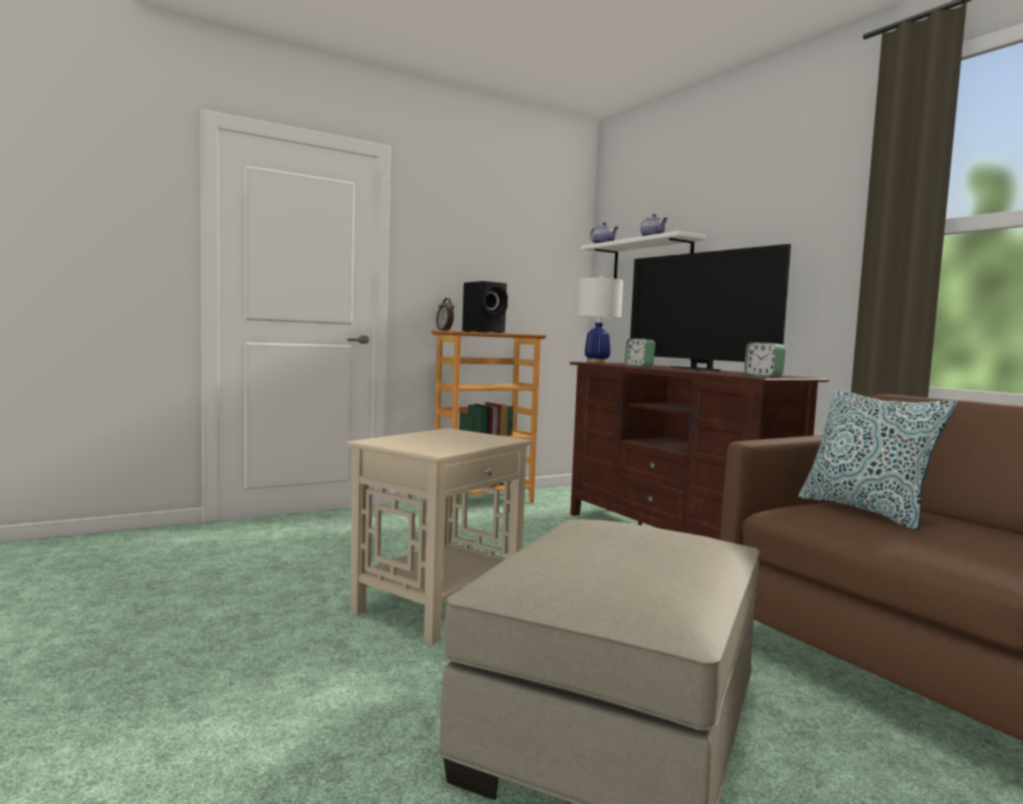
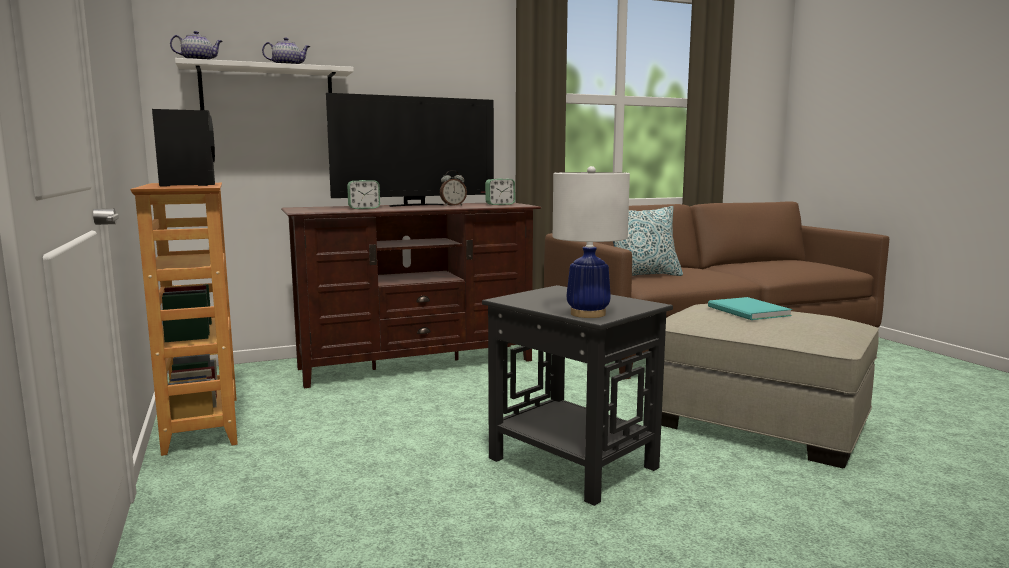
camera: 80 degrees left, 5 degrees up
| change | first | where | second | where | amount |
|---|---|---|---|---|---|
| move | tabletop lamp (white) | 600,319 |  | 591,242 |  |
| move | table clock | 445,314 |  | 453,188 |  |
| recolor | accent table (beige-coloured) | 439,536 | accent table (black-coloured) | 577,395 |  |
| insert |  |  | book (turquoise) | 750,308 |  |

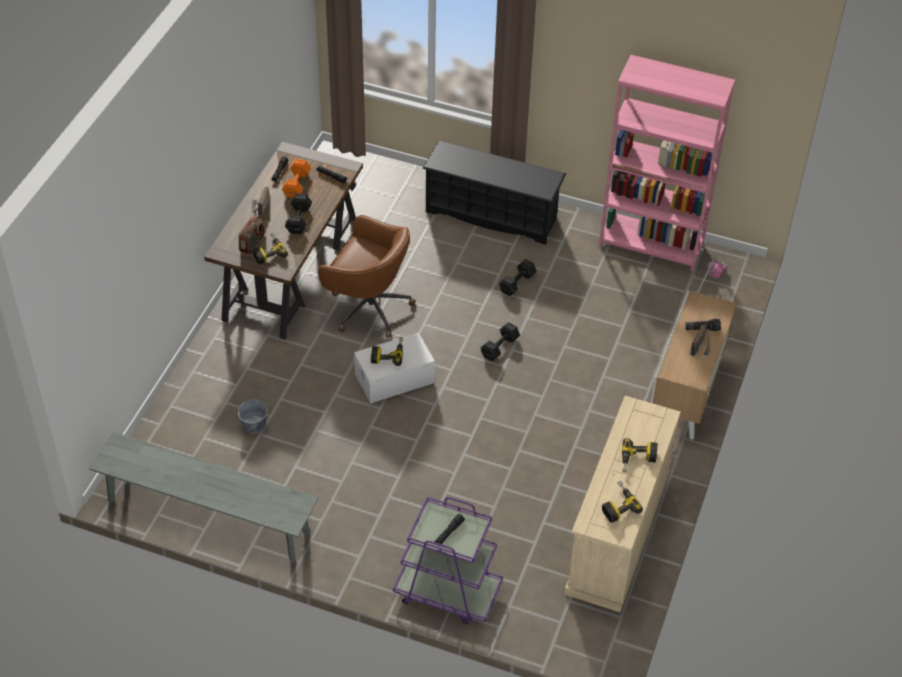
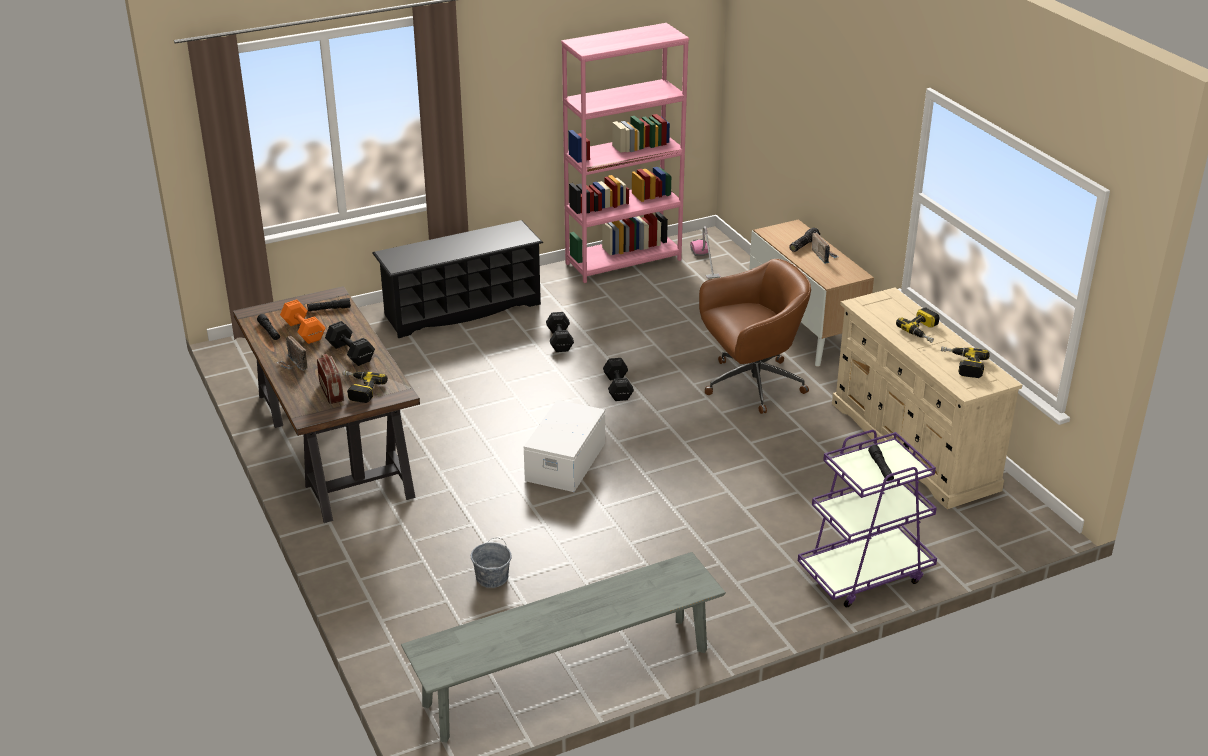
camera: 45 degrees left, 15 degrees down
| change | first | where | second | where | amount |
|---|---|---|---|---|---|
| move | office chair (brownish) | 367,276 |  | 755,336 |  |
| delete | electric drill | 387,351 |  |  |  |

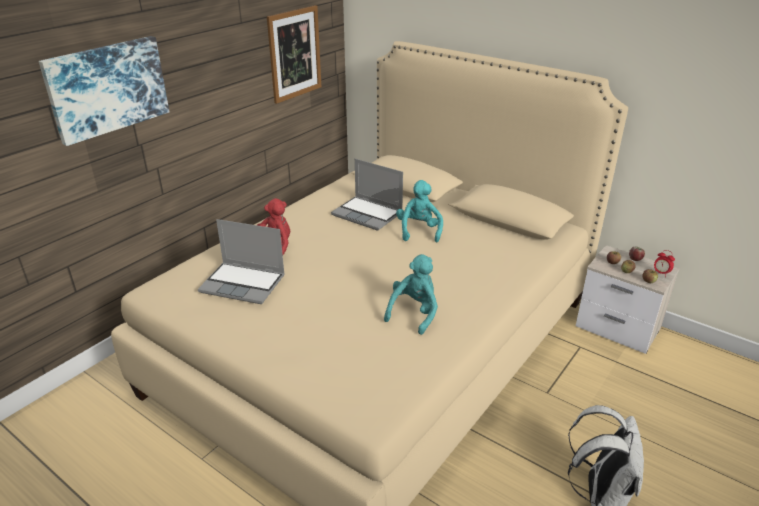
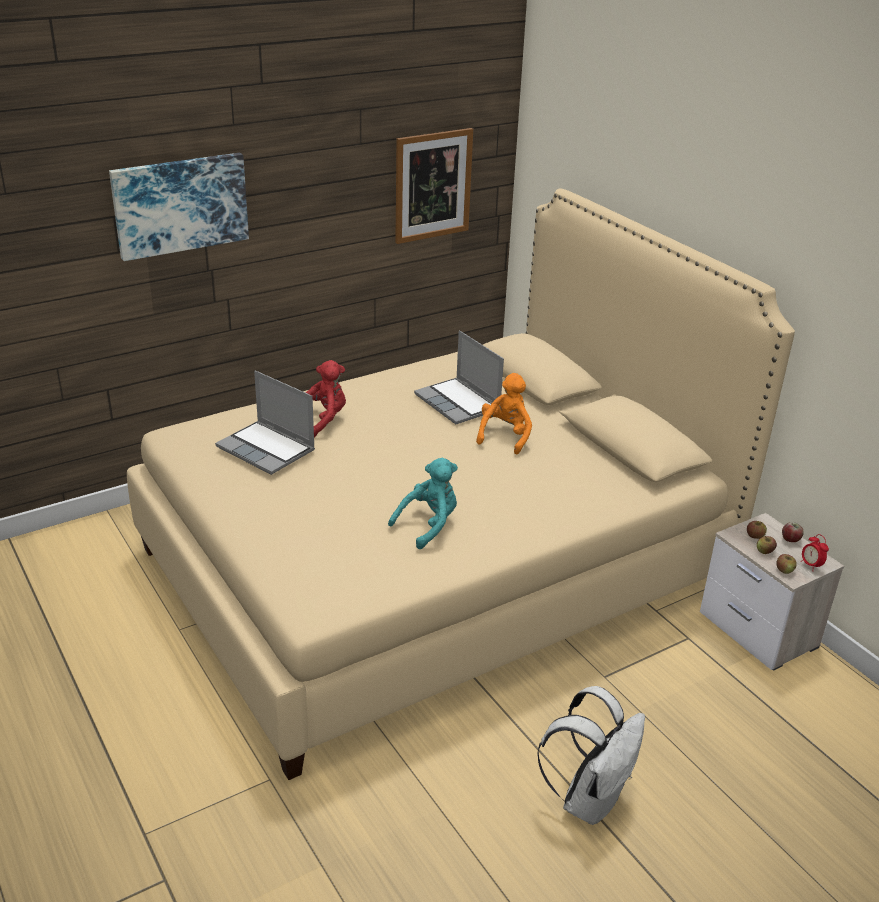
camera: 20 degrees right, 0 degrees up
| change | first | where | second | where | amount |
|---|---|---|---|---|---|
| recolor | cuddly toy (turquoise) | 419,211 | cuddly toy (orangey) | 504,414 |  |

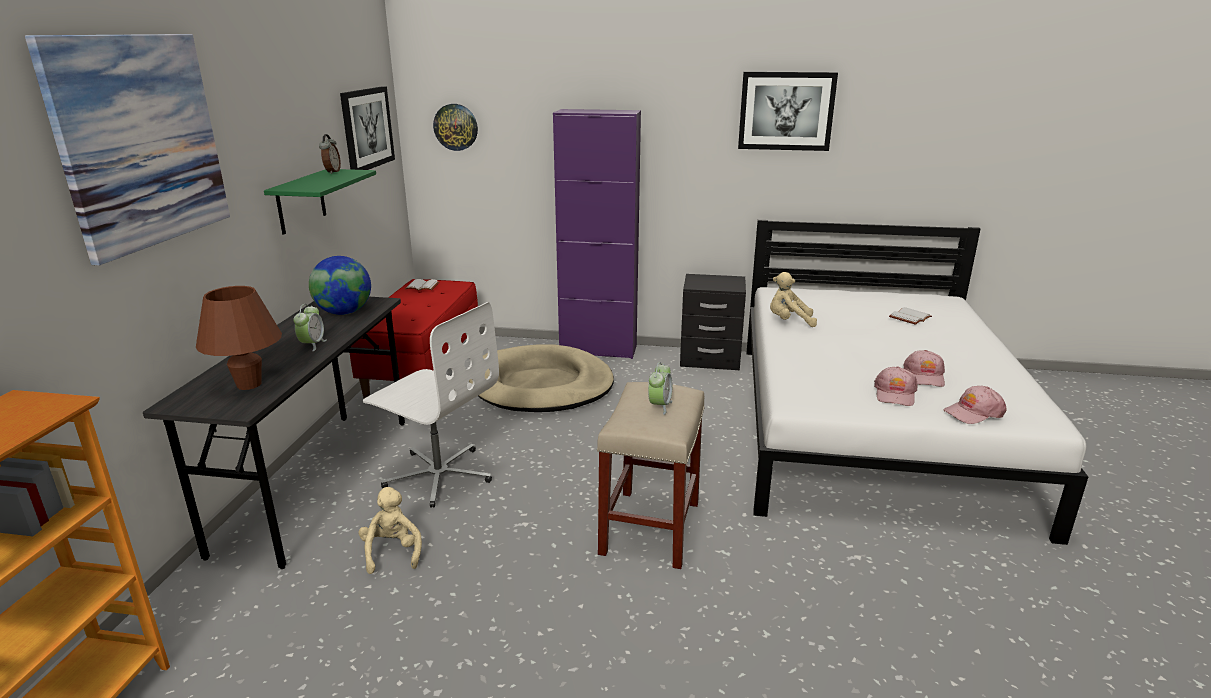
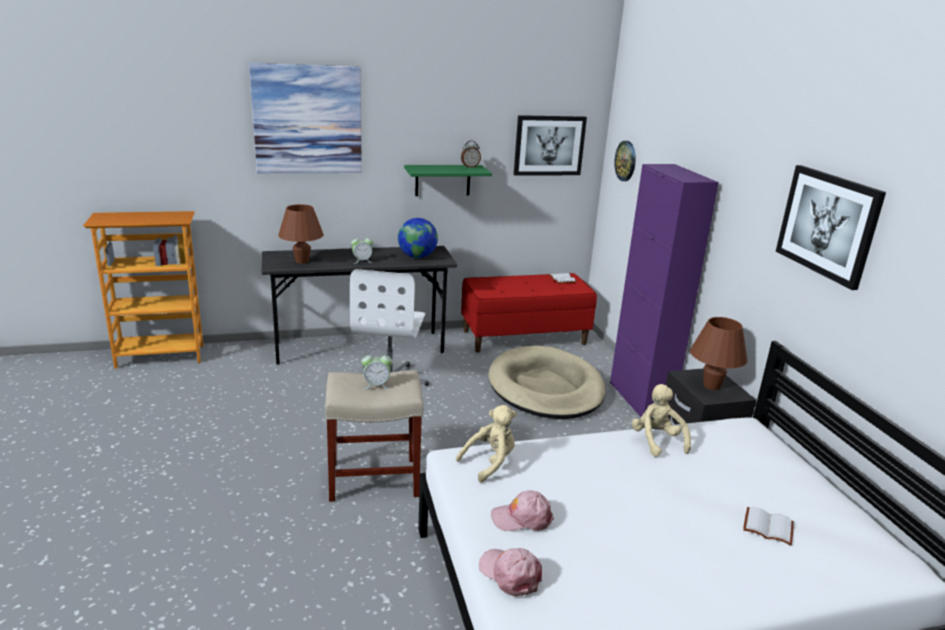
camera: 65 degrees right, 0 degrees up
| change | first | where | second | where | amount |
|---|---|---|---|---|---|
| delete | peaked cap (pinkish) | 924,368 |  |  |  |
| move | cuddly toy (beige-coloured) | 390,530 |  | 486,443 |  |
| insert |  |  | tabletop lamp (brownish) | 719,353 |  |

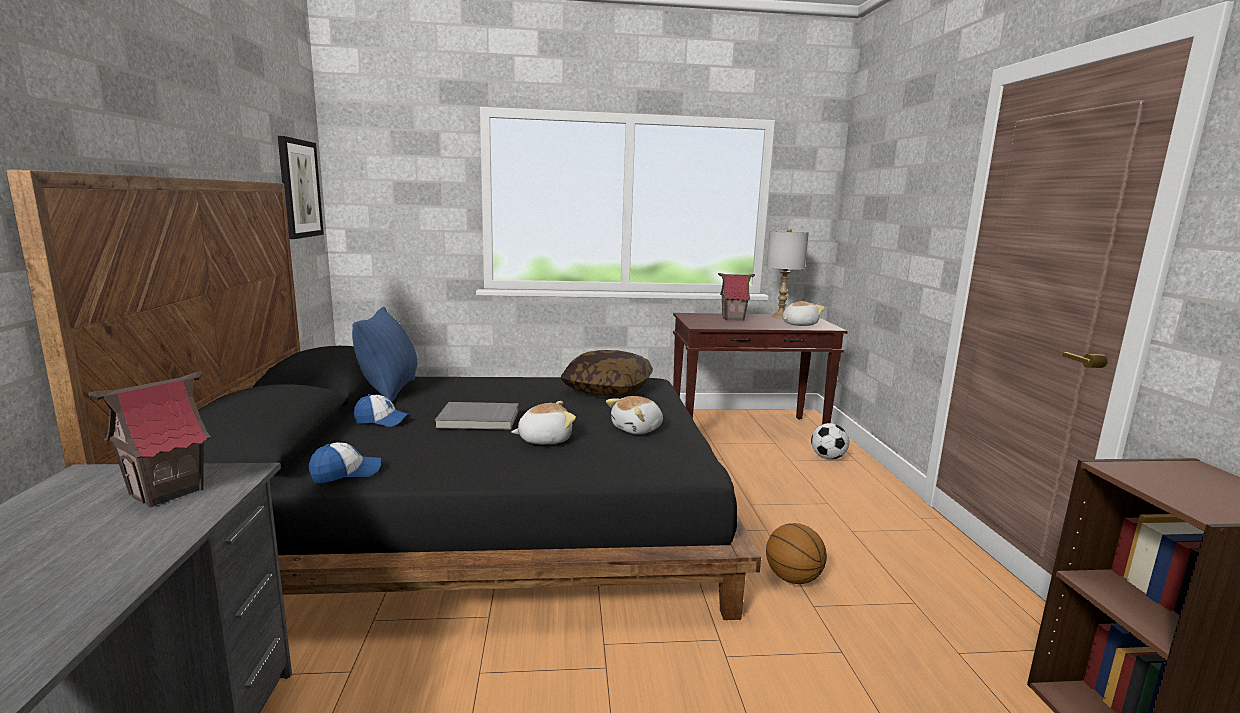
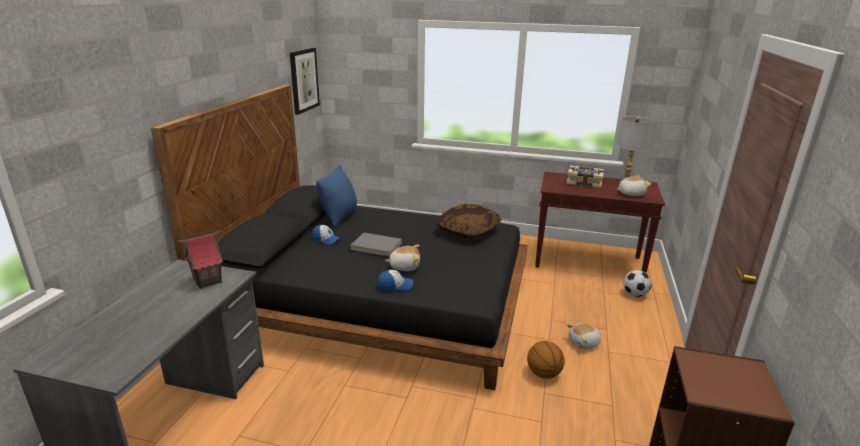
camera: 20 degrees right, 10 degrees up
| change | first | where | second | where | amount |
|---|---|---|---|---|---|
| replace | miniature house | 736,297 | book | 585,177 |  |
| move | cuddly toy | 634,415 |  | 583,336 |  |
| move | peaked cap | 345,463 |  | 395,280 |  |

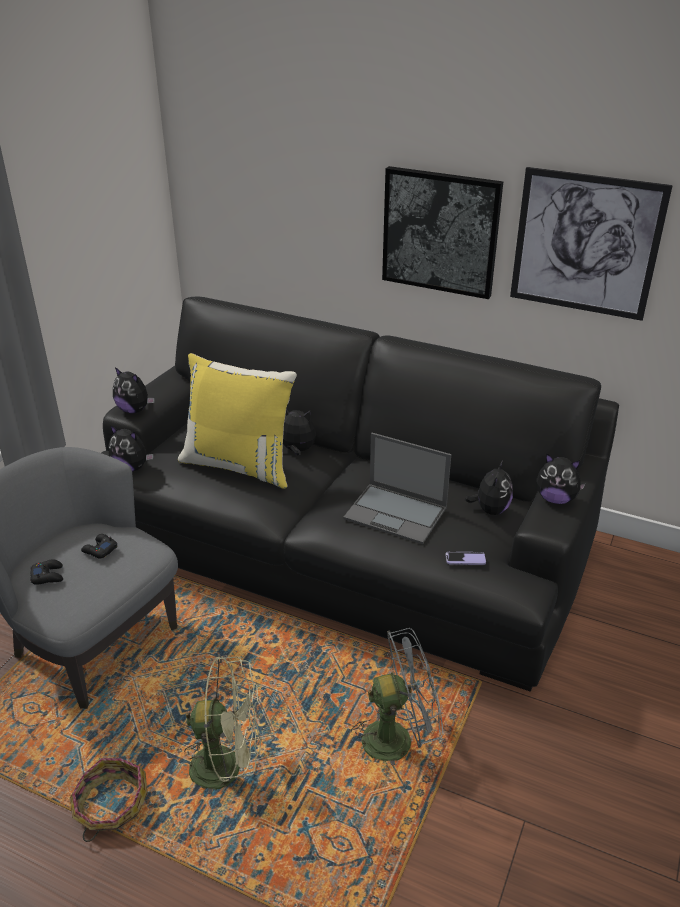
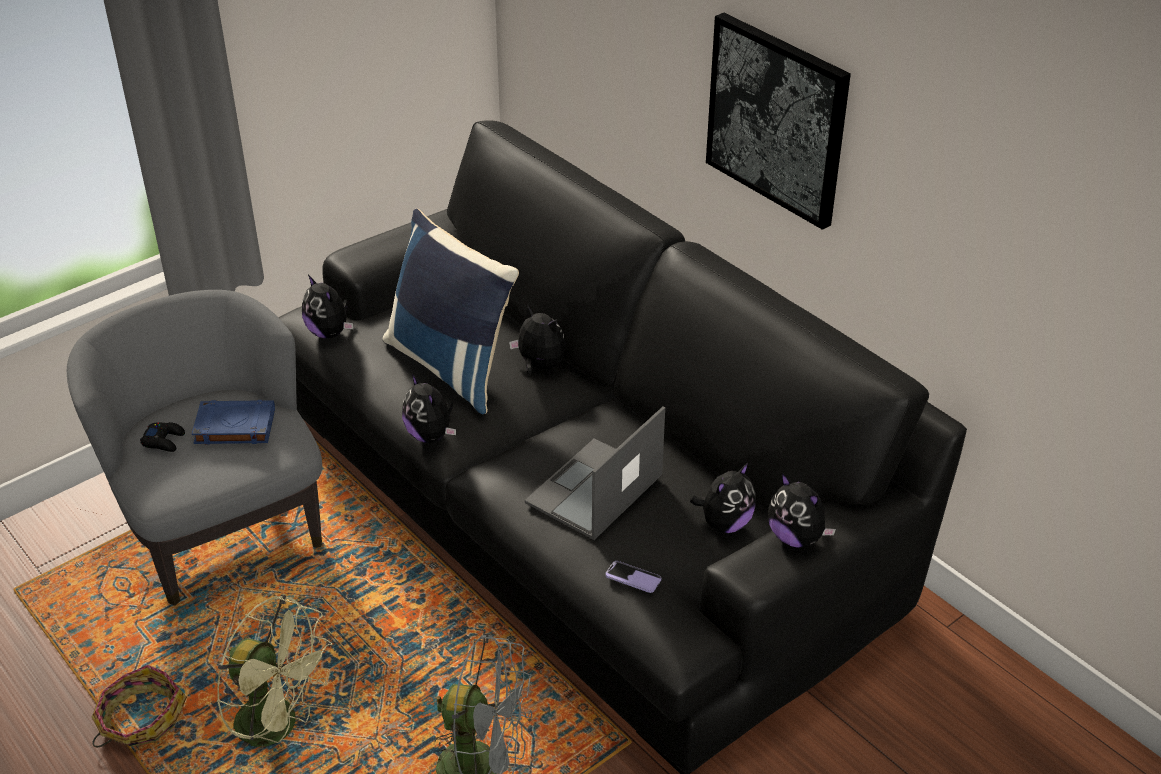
camera: 25 degrees right, 5 degrees up
| change | first | where | second | where | amount |
|---|---|---|---|---|---|
| delete | picture | 591,244 |  |  |  |
| recolor | pillow (yellow-coloured) | 237,421 | pillow (bluish) | 451,311 |  |
| move | cuddly toy | 134,390 |  | 429,408 |  |
| rotate | portable computer | 397,488 |  | 595,473 | 75 degrees clockwise |
| replace | gamepad (black-coloured) | 99,546 | book (bluish) | 233,422 |  |

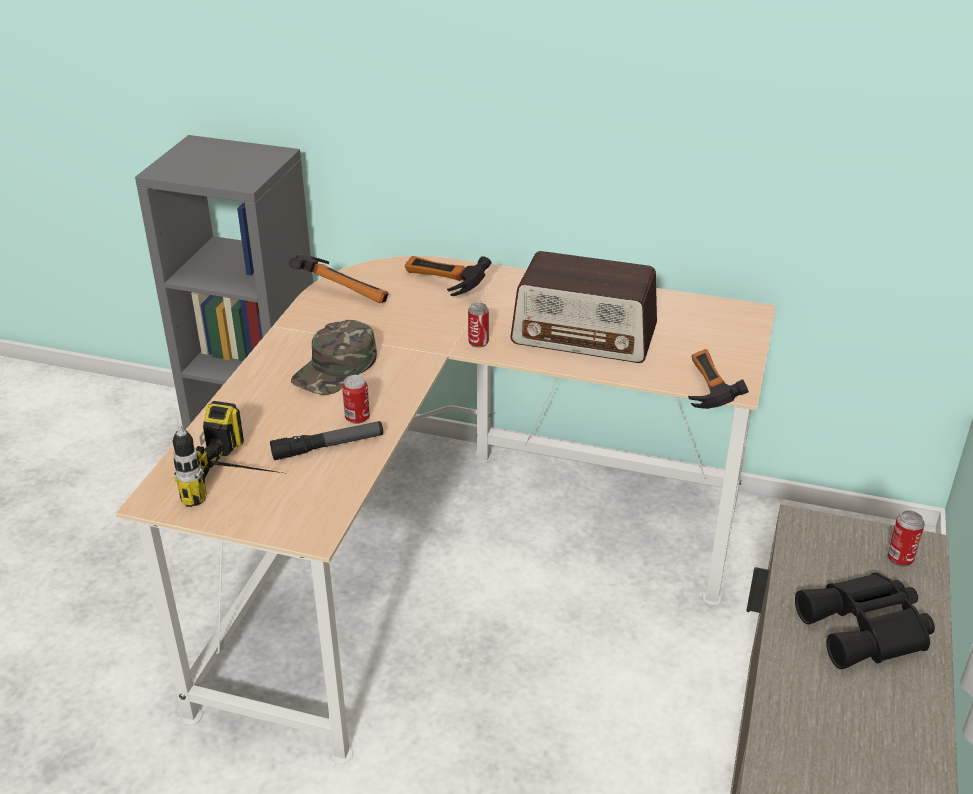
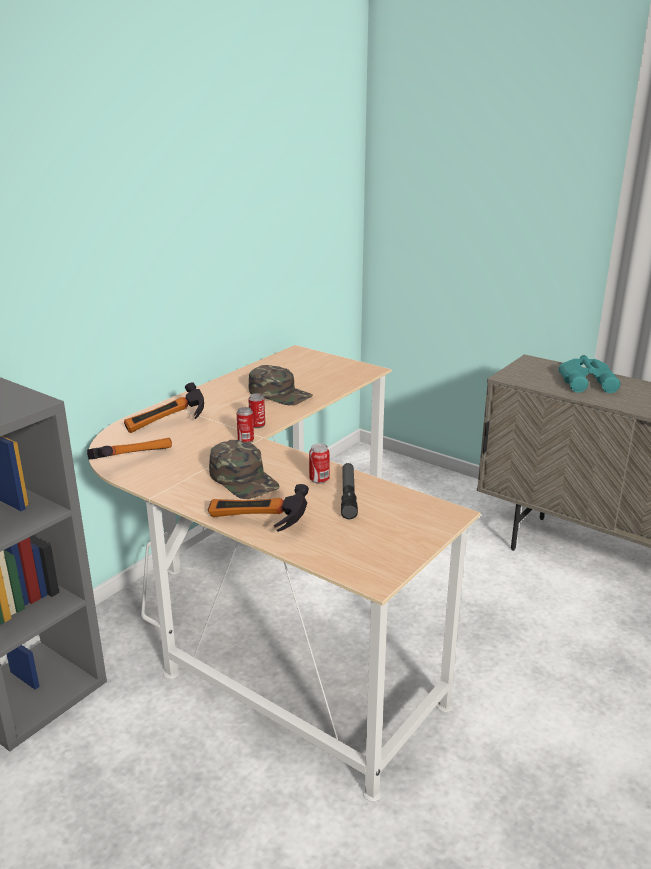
camera: 70 degrees left, 10 degrees down
| change | first | where | second | where | amount |
|---|---|---|---|---|---|
| replace | radio | 584,307 | peaked cap (greenish) | 281,385 |  |
| move | hammer | 718,379 |  | 258,508 |  |
| delete | electric drill | 230,454 |  |  |  |
| move | metal can | 906,538 |  | 245,425 |  |
| recolor | pair of binoculars (black-coloured) | 865,620 | pair of binoculars (turquoise) | 589,374 |  |

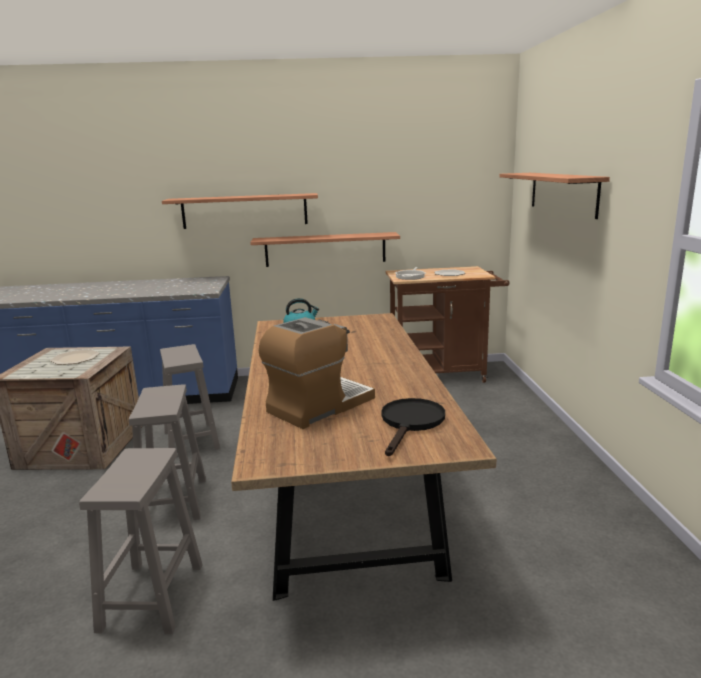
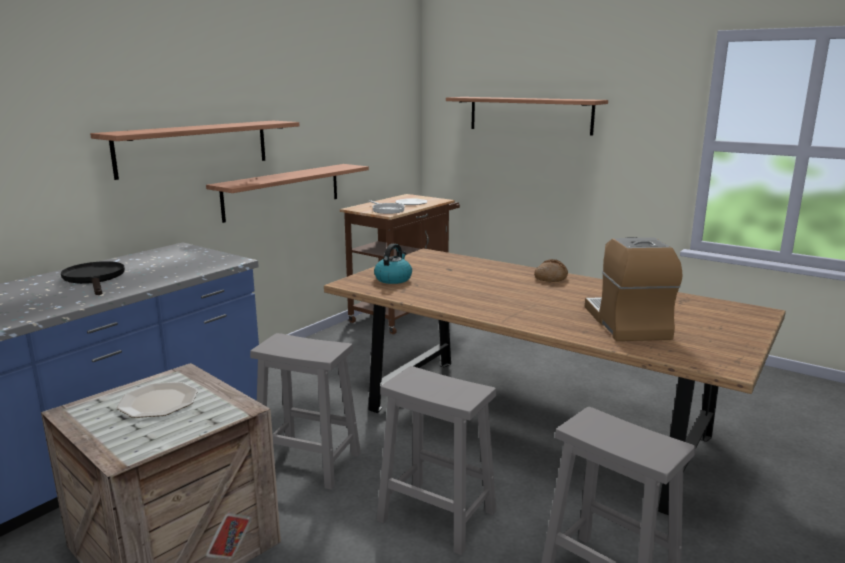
camera: 50 degrees left, 0 degrees up
| change | first | where | second | where | amount |
|---|---|---|---|---|---|
| move | pan (black-coloured) | 413,427 |  | 93,278 |  |
| insert |  |  | bakery bread | 551,270 |  |

